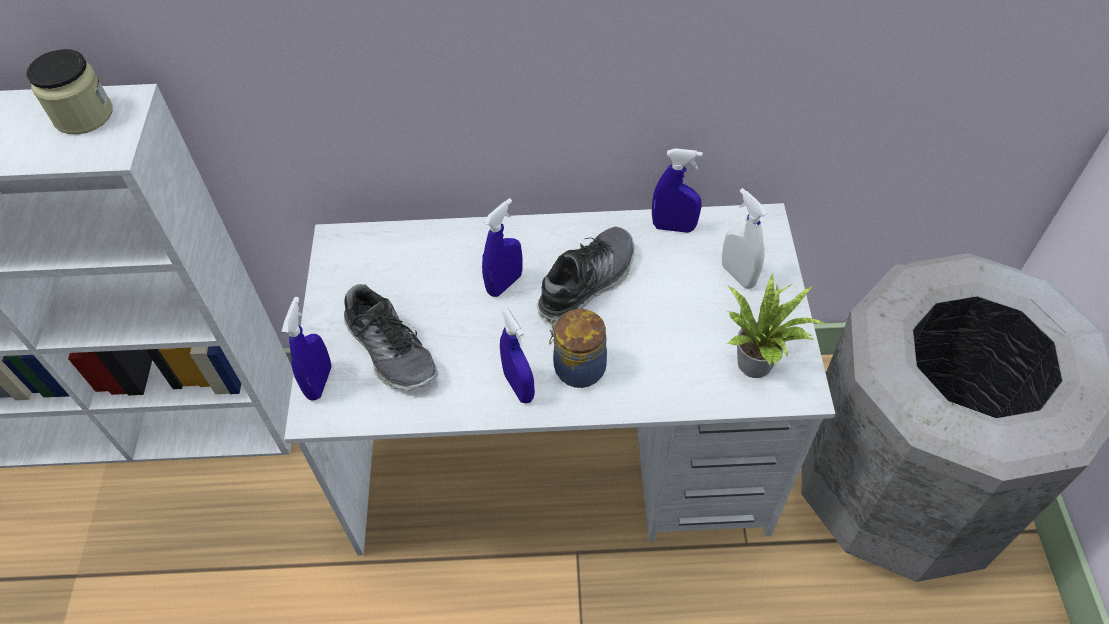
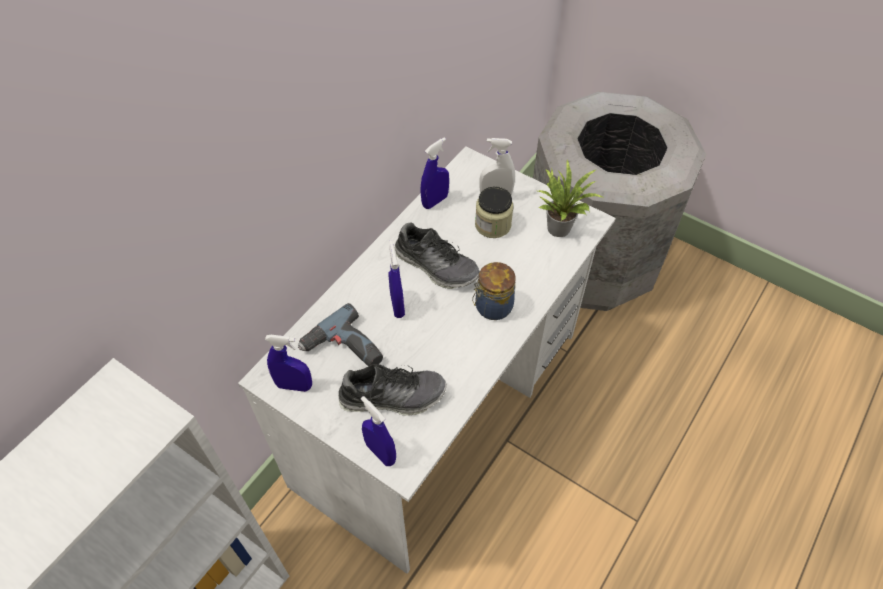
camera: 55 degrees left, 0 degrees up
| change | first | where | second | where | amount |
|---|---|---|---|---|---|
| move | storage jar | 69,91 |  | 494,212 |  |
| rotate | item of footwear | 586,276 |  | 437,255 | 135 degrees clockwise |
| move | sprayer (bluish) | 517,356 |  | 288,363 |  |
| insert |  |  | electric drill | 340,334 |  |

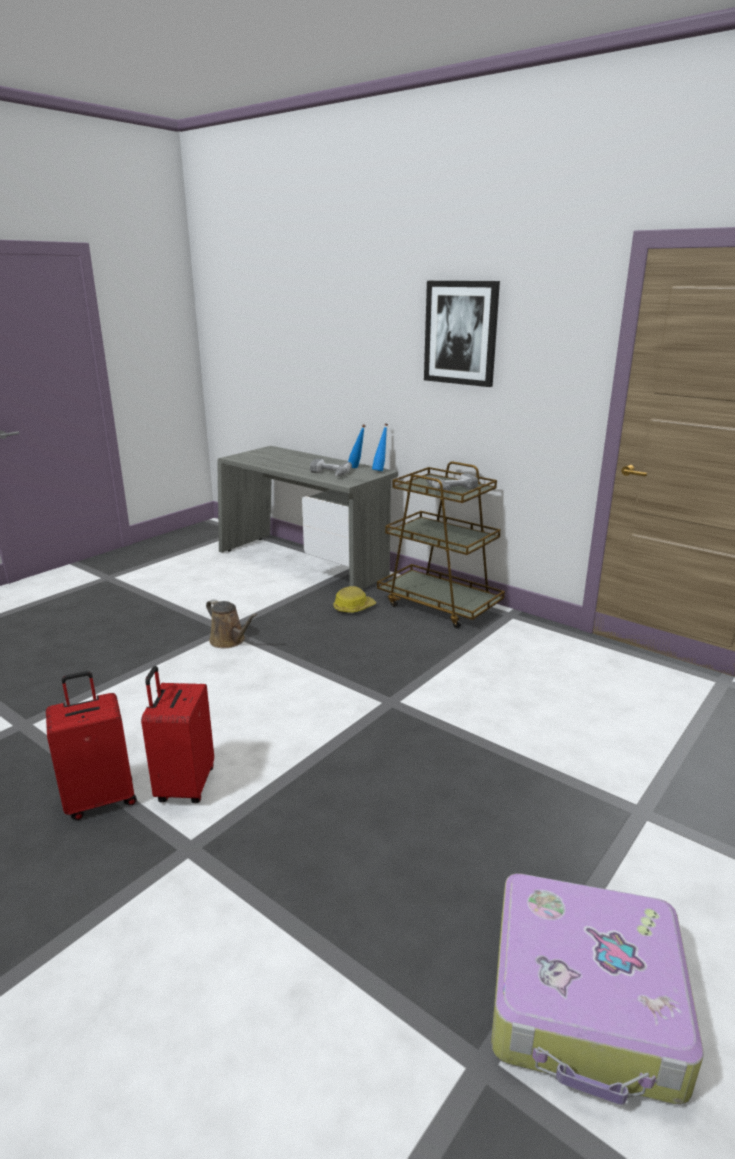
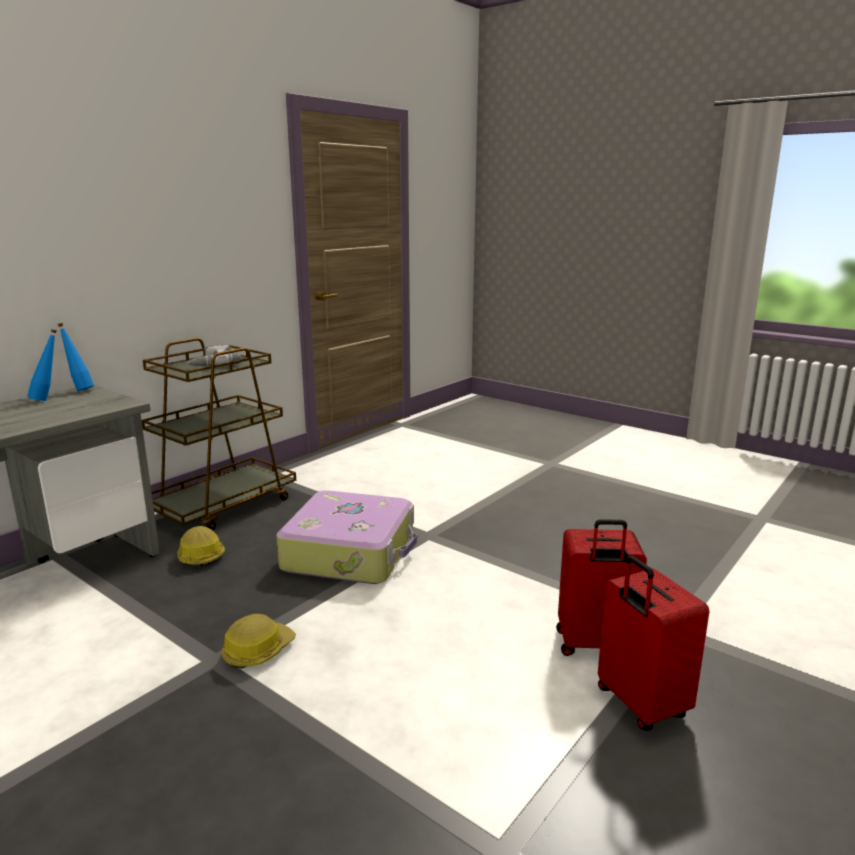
camera: 90 degrees left, 5 degrees down
| change | first | where | second | where | amount |
|---|---|---|---|---|---|
| delete | picture | 462,334 |  |  |  |
| delete | electric drill | 331,467 |  |  |  |
| replace | sprinkling can (brownish) | 231,623 | safety helmet | 259,641 |  |
| move | travel case | 597,989 |  | 346,537 |  |

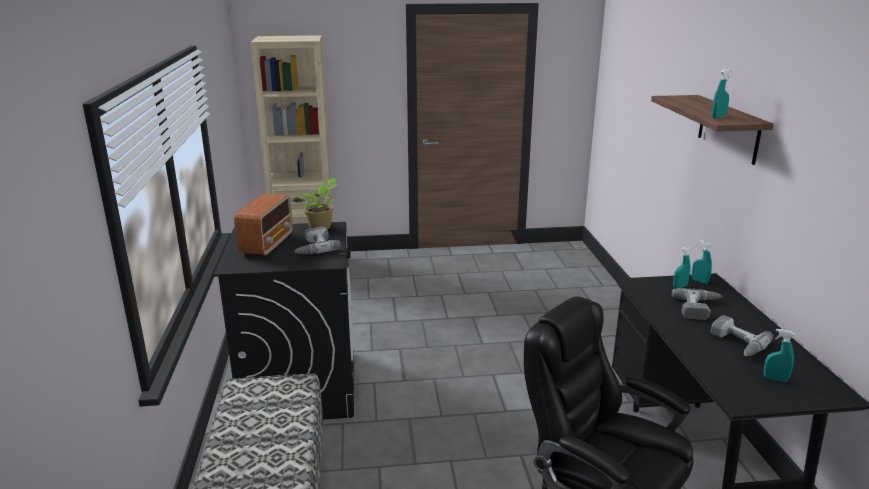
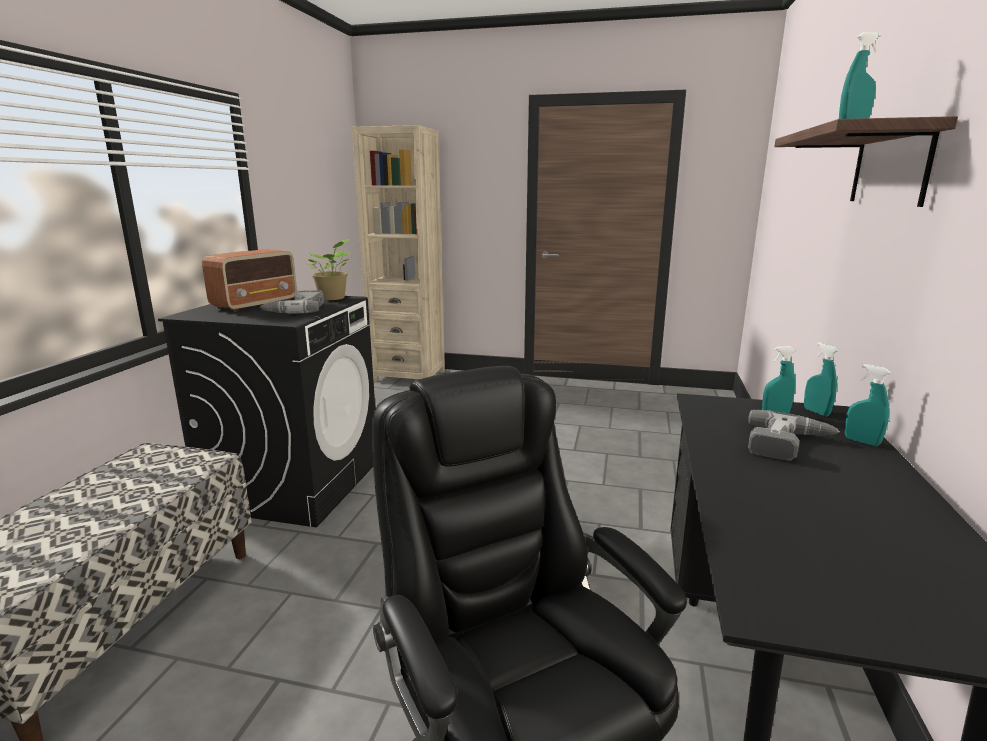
camera: 20 degrees right, 5 degrees down
| change | first | where | second | where | amount |
|---|---|---|---|---|---|
| delete | electric drill | 742,335 |  |  |  |
| move | sprayer (turquoise) | 779,355 |  | 868,405 |  |

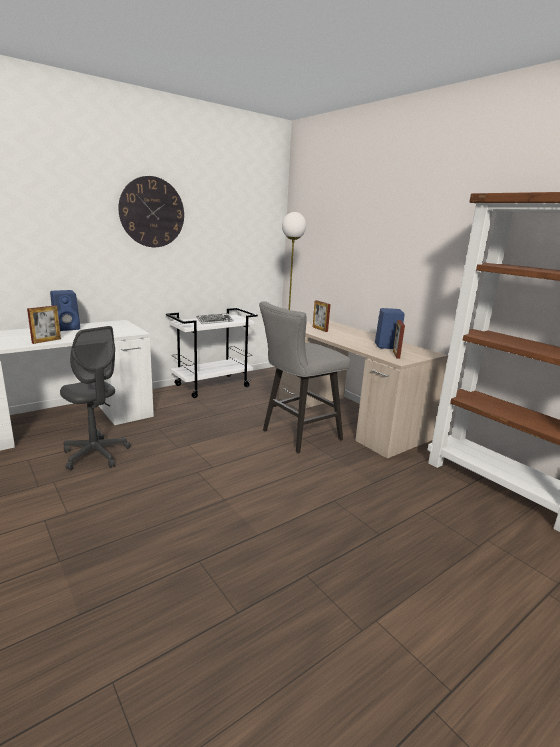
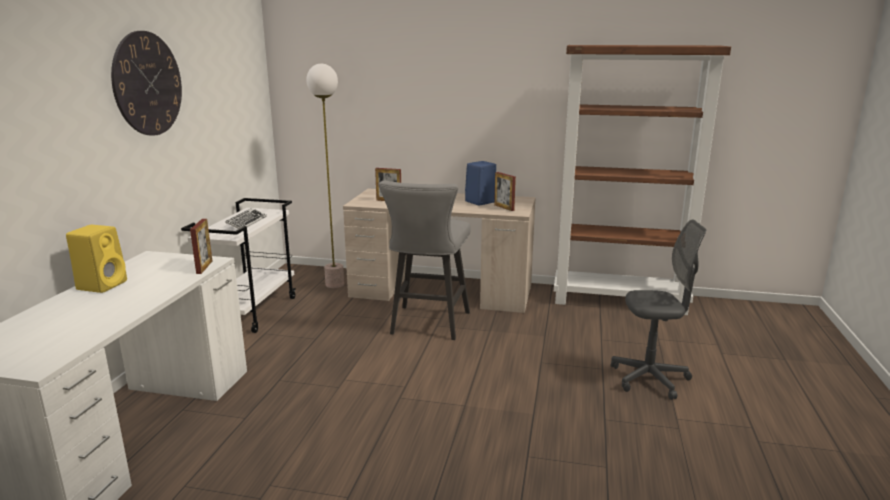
camera: 40 degrees left, 0 degrees up
| change | first | where | second | where | amount |
|---|---|---|---|---|---|
| recolor | loudspeaker (bluish) | 65,310 | loudspeaker (yellow-coloured) | 96,259 |  |
| move | photo frame | 44,324 |  | 201,246 |  |
| move | office chair (greyish) | 95,398 |  | 658,309 |  |

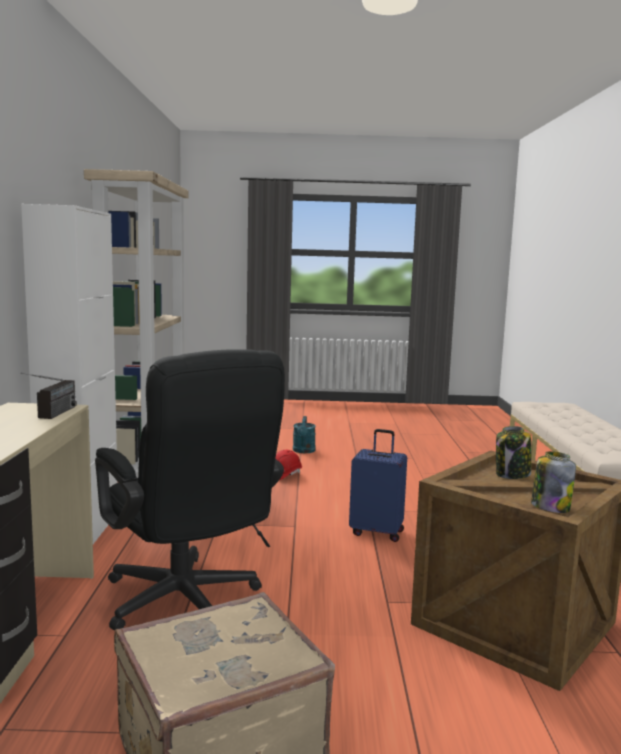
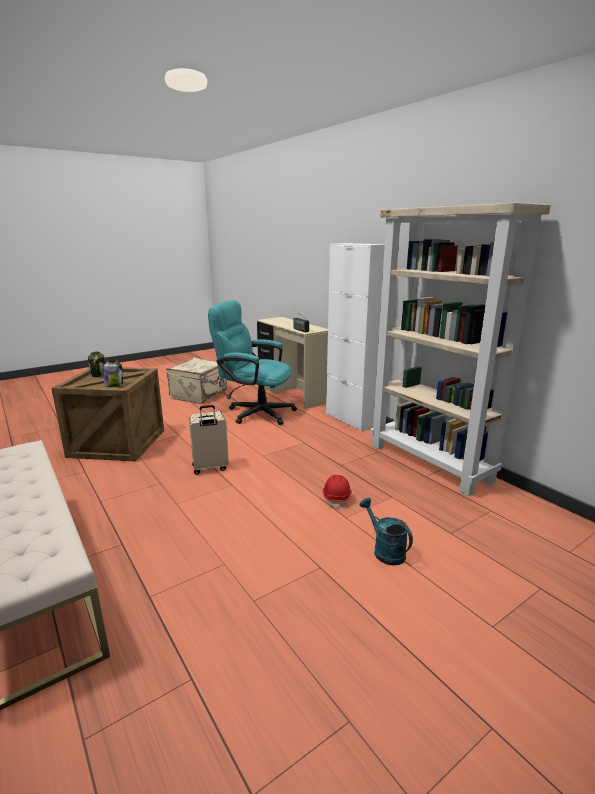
camera: 145 degrees right, 10 degrees up
| change | first | where | second | where | amount |
|---|---|---|---|---|---|
| recolor | office chair (black-coloured) | 190,490 | office chair (turquoise) | 252,362 |  |
| recolor | travel case (bluish) | 378,485 | travel case (beige-coloured) | 209,440 |  |

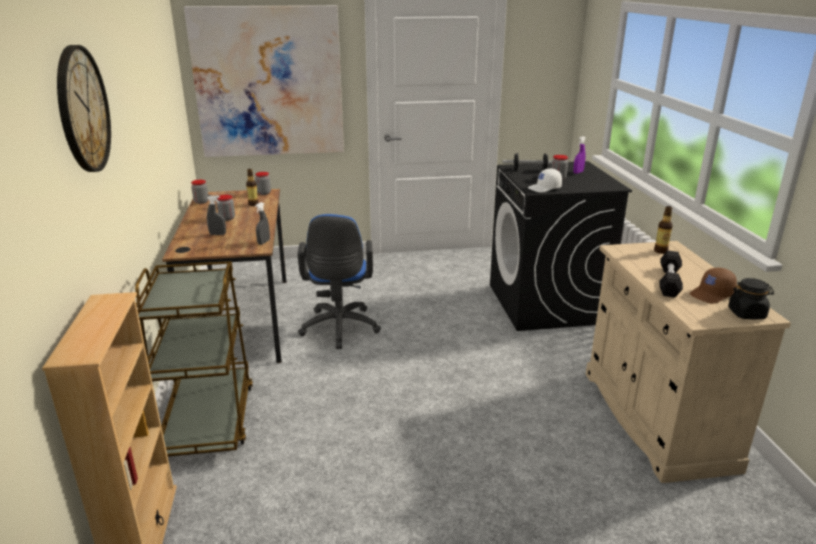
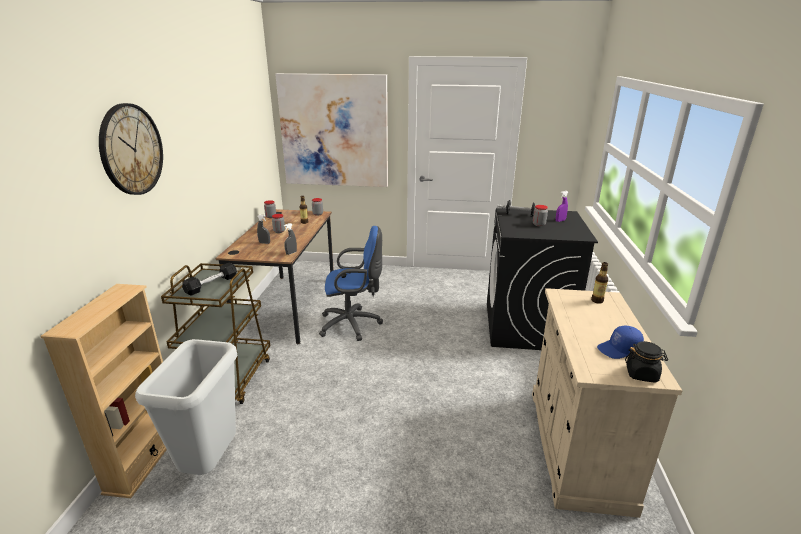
camera: 15 degrees right, 0 degrees up
| change | first | where | second | where | amount |
|---|---|---|---|---|---|
| delete | peaked cap (white) | 545,180 |  |  |  |
| rotate | office chair (bluish) | 339,281 |  | 351,283 | 105 degrees counterclockwise |
| move | hand weight (black-coloured) | 671,274 |  | 209,279 |  |
| recolor | peaked cap (brownish) | 713,286 | peaked cap (bluish) | 620,342 |  |
| insert |  |  | rubbish bin (greyish) | 186,407 |  |

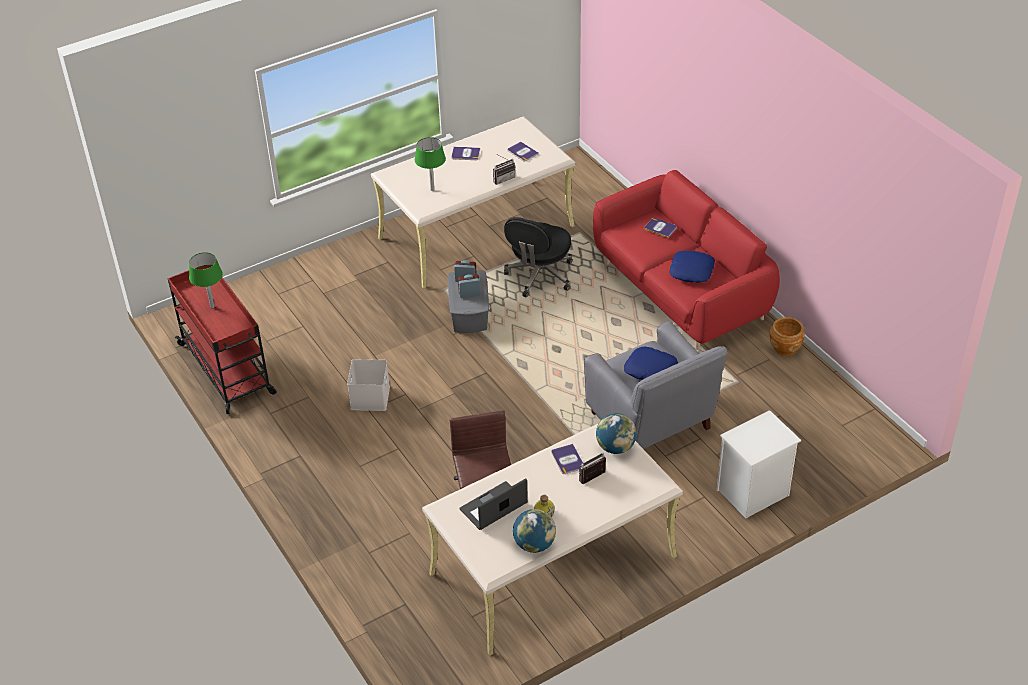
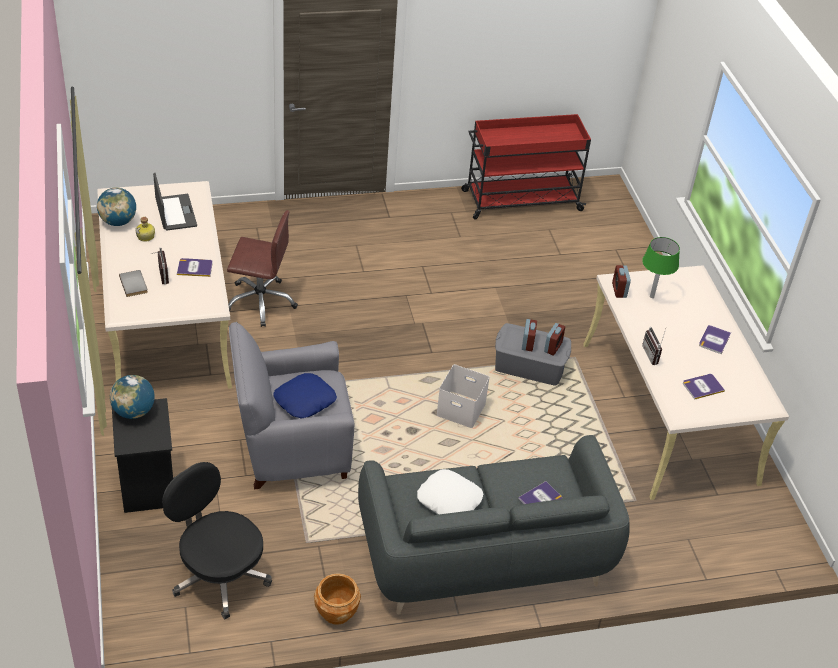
camera: 105 degrees right, 0 degrees up
| change | first | where | second | where | amount |
|---|---|---|---|---|---|
| recolor | sofa (red-coloured) | 686,260 | sofa (greyish) | 494,525 |  |
| move | office chair (black-coloured) | 538,257 |  | 217,540 |  |
| recolor | pillow (bluish) | 692,267 | pillow (white) | 450,492 |  |
| delete | tabletop lamp (greenish) | 206,280 |  |  |  |
| move | storage box (white) | 368,385 |  | 463,396 |  |
| recolor | night table (white) | 758,464 | night table (black-coloured) | 143,455 |  |
| move | desk globe | 616,433 |  | 132,397 |  |
| insert |  |  | table clock | 621,281 |  |
| insert |  |  | book (greyish) | 133,283 |  |

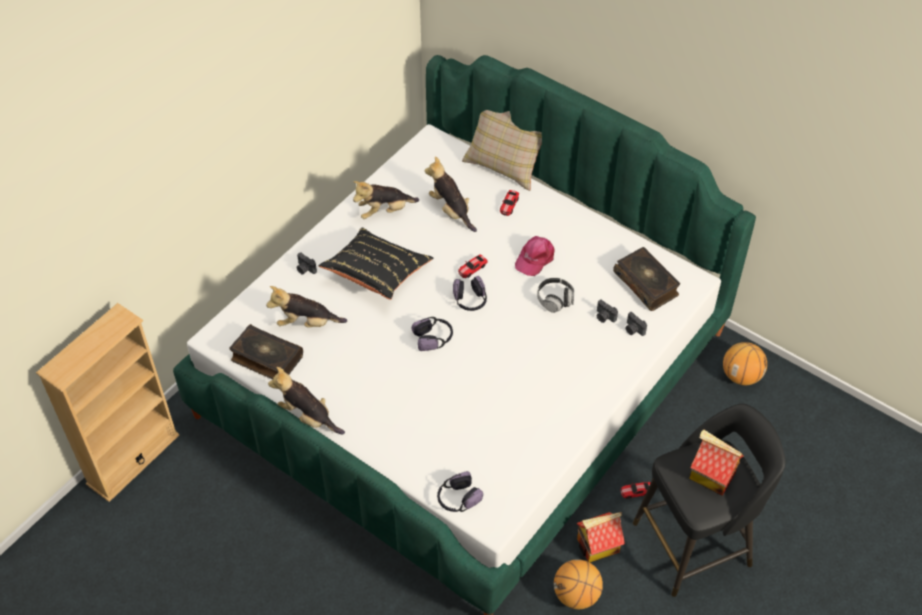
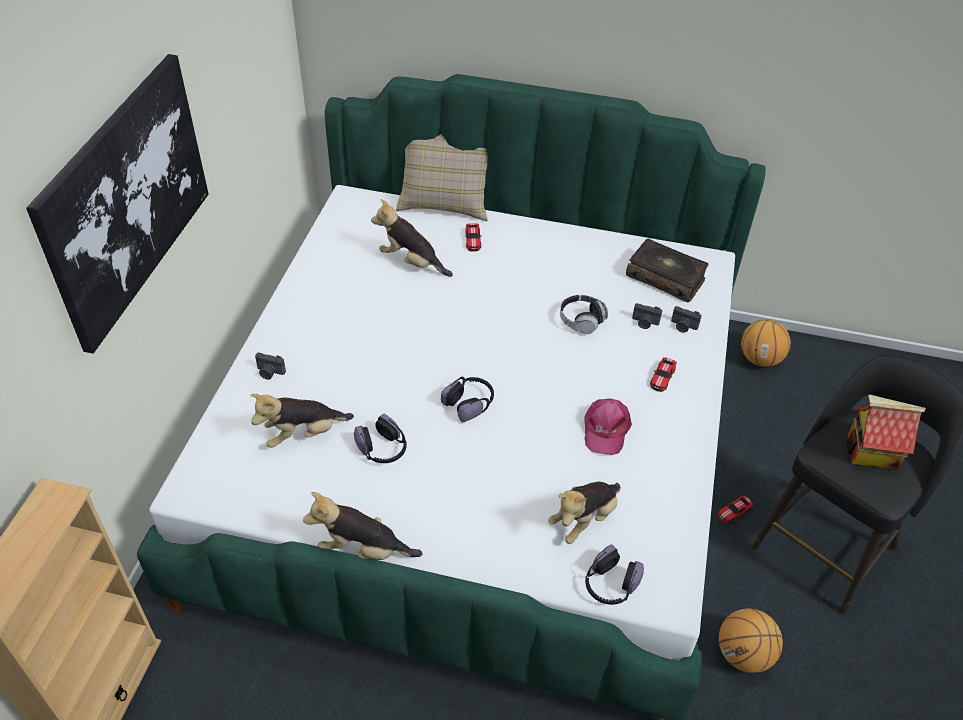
camera: 25 degrees left, 5 degrees down
| change | first | where | second | where | amount |
|---|---|---|---|---|---|
| move | cuddly toy | 386,200 |  | 584,513 |  |
| delete | pillow (black-coloured) | 376,263 |  |  |  |
| move | peaked cap (pinkish) | 534,256 |  | 608,426 |  |
| move | miniature car | 473,266 |  | 663,374 |  |
| move | pair of headphones | 470,293 |  | 380,438 |  |
| delete | book | 266,351 |  |  |  |
| delete | miniature house | 601,537 |  |  |  |
| insert |  |  | picture | 117,204 |  |

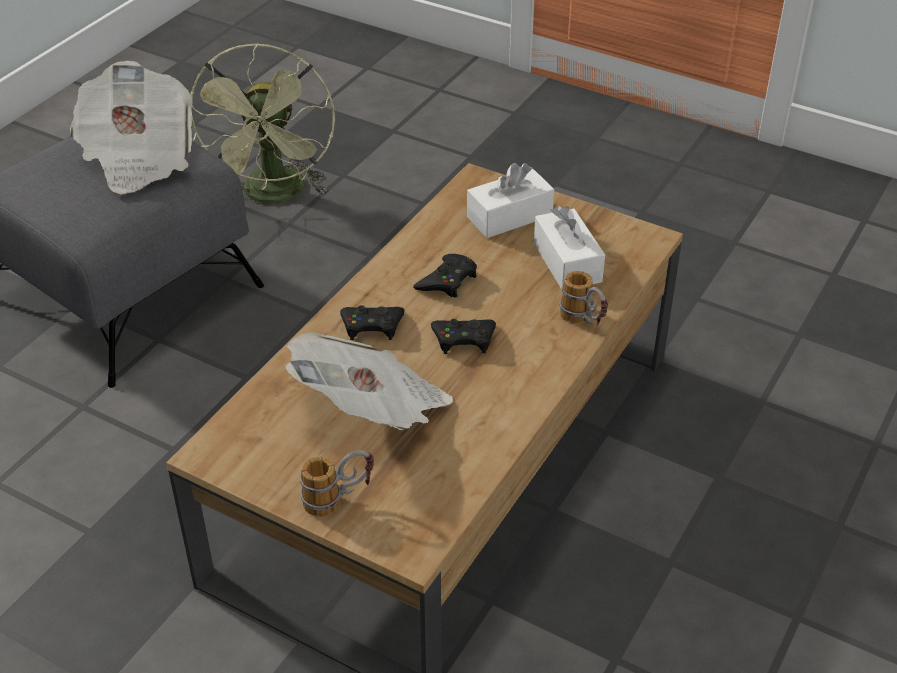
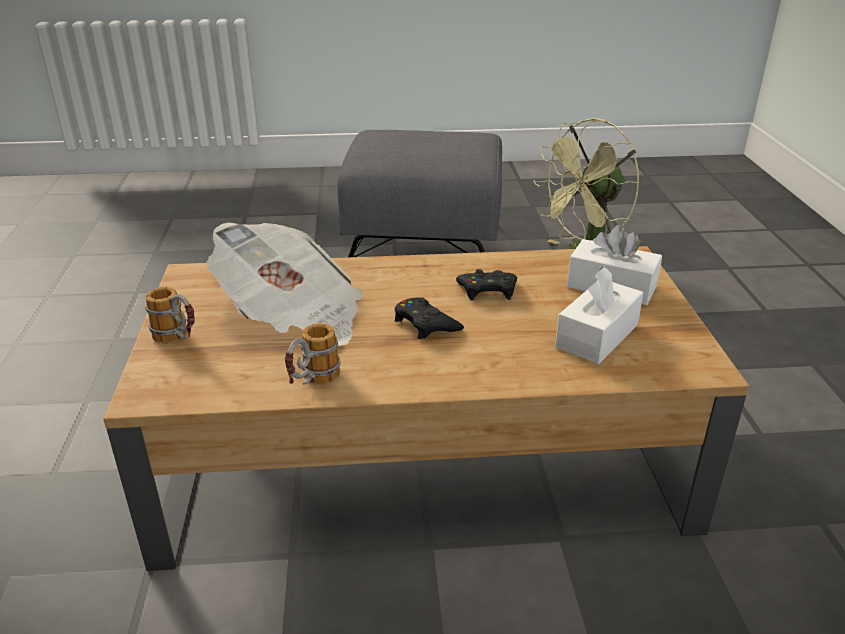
camera: 55 degrees right, 10 degrees down
| change | first | where | second | where | amount |
|---|---|---|---|---|---|
| delete | newspaper | 131,128 |  |  |  |
| move | coffee mug | 583,298 |  | 312,354 |  |
| delete | gamepad (black-coloured) | 372,322 |  |  |  |

